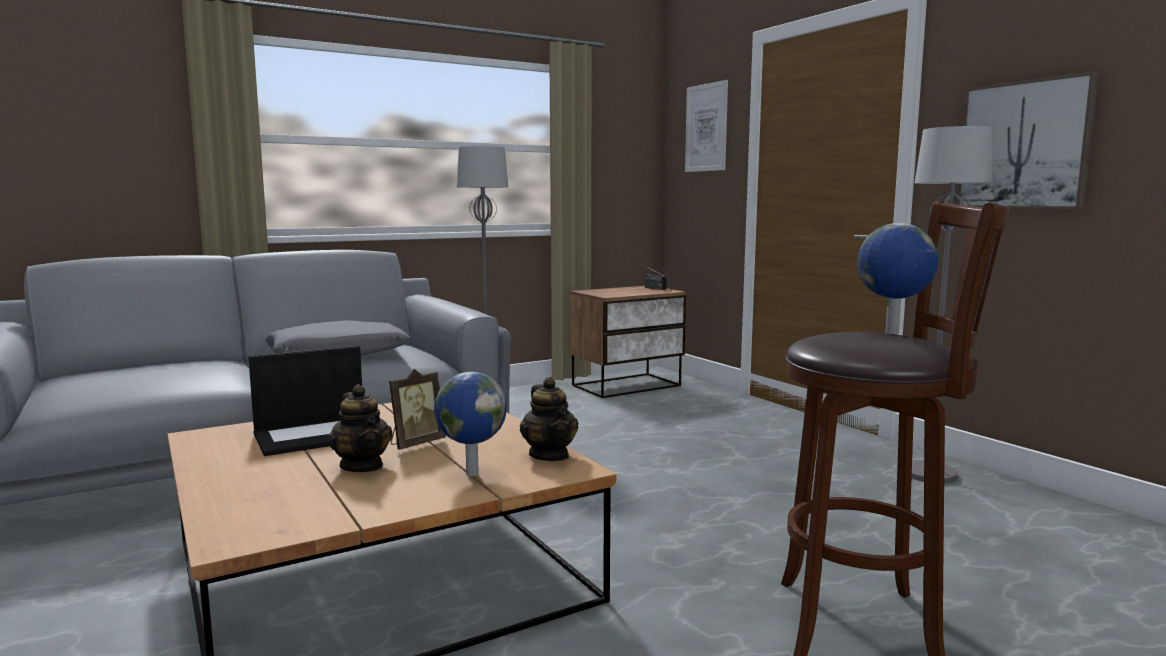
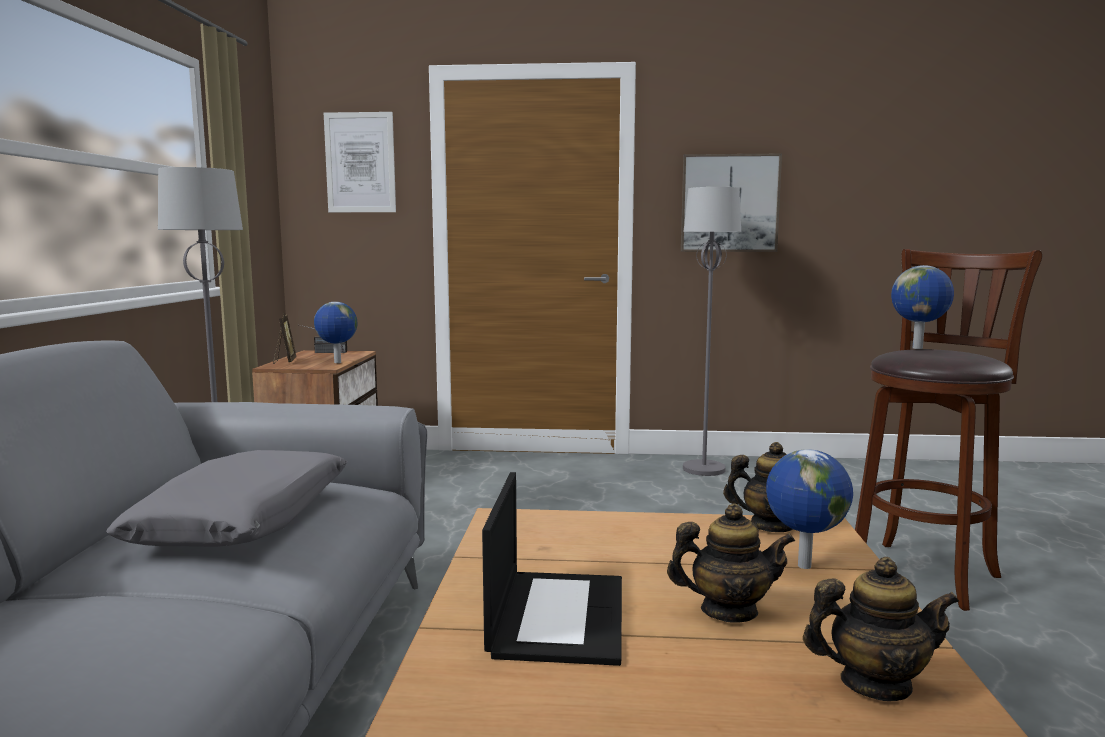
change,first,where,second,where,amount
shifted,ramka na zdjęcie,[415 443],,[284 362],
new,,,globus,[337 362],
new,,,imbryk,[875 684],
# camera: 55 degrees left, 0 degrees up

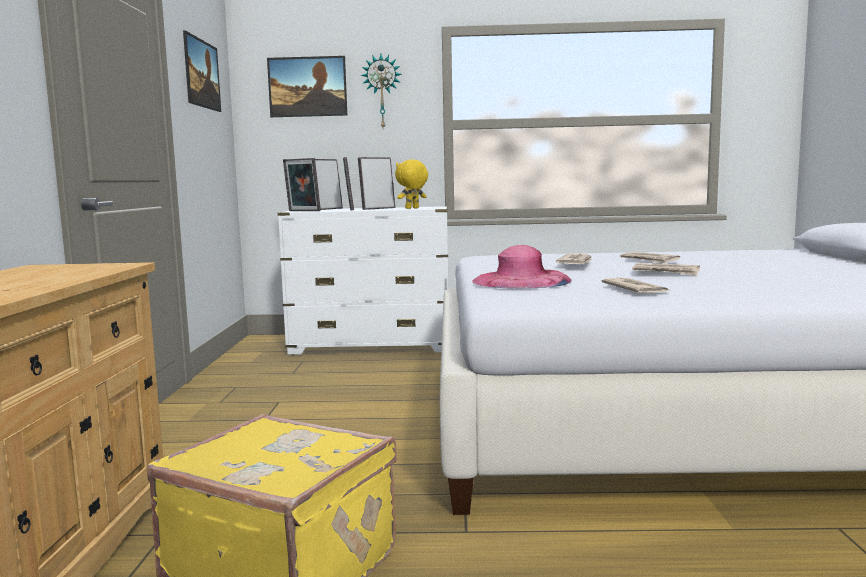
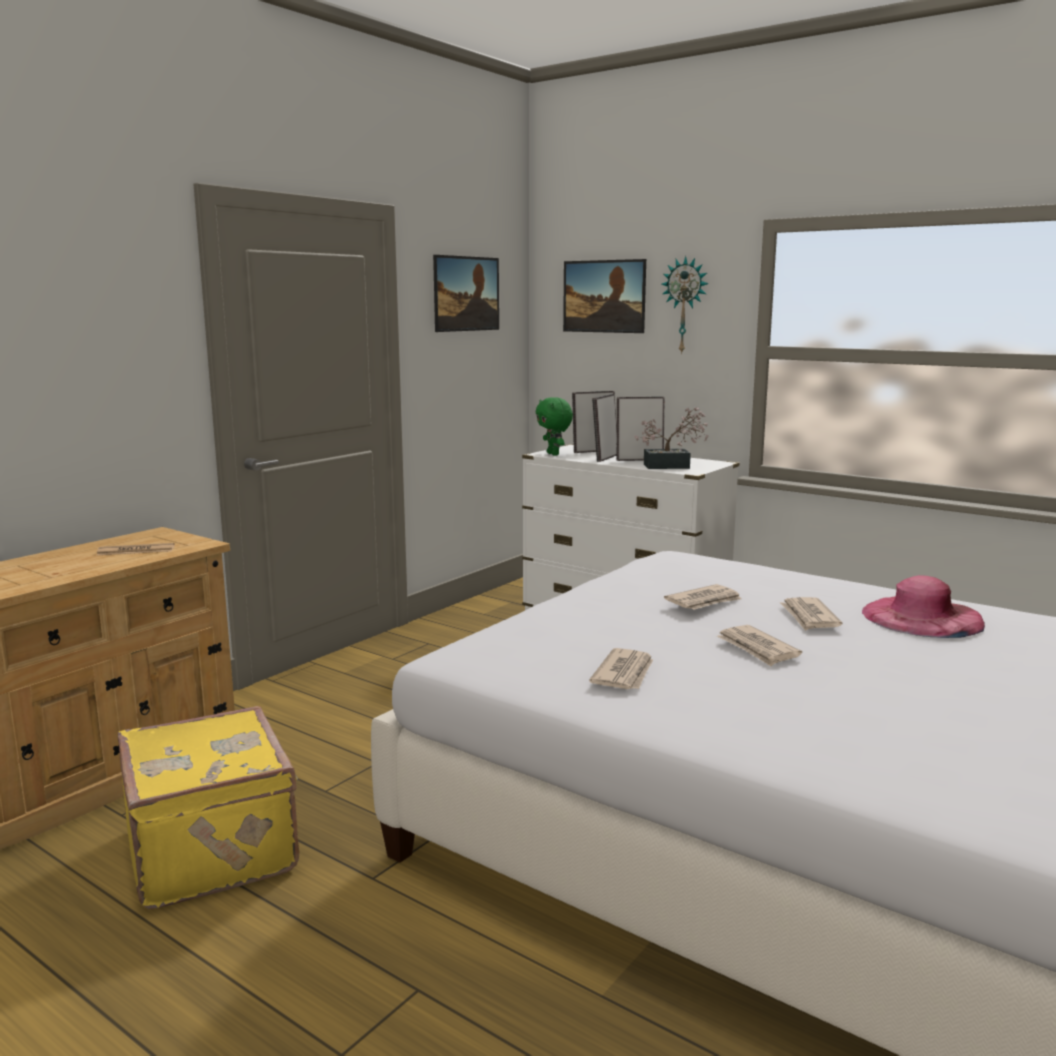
change,first,where,second,where,amount
swapped,ramka na zdjęcie,[303 211],pluszak [zielony],[554 454],
swapped,pluszak [żółty],[412 208],roślina doniczkowa,[672 466],
shifted,kapelusz [różowy],[521 280],,[922 617],
new,,,gazeta,[136 550],
# camera: 35 degrees right, 5 degrees up

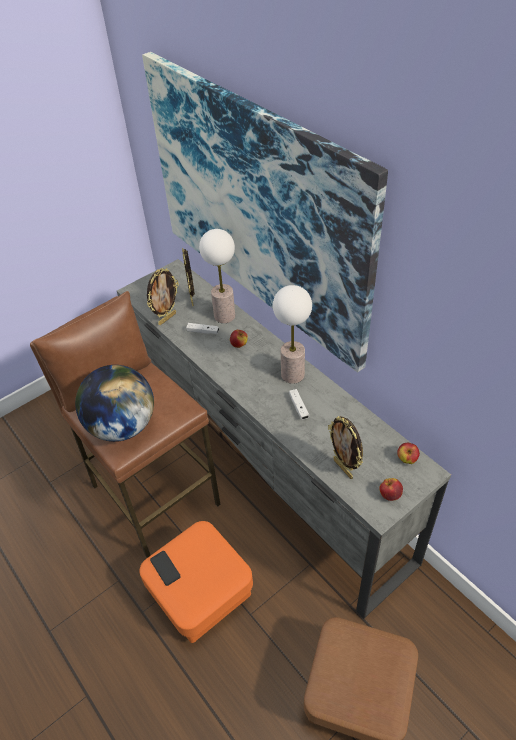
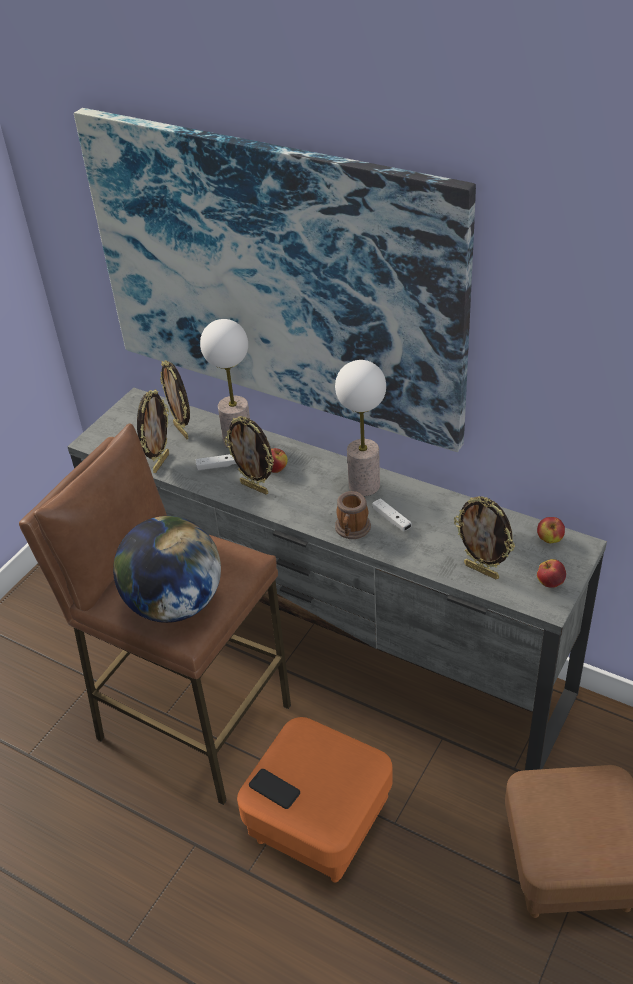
change,first,where,second,where,amount
new,,,ramka na zdjęcie,[255 487],
new,,,kubek,[352 530],
# camera: 20 degrees left, 5 degrees down

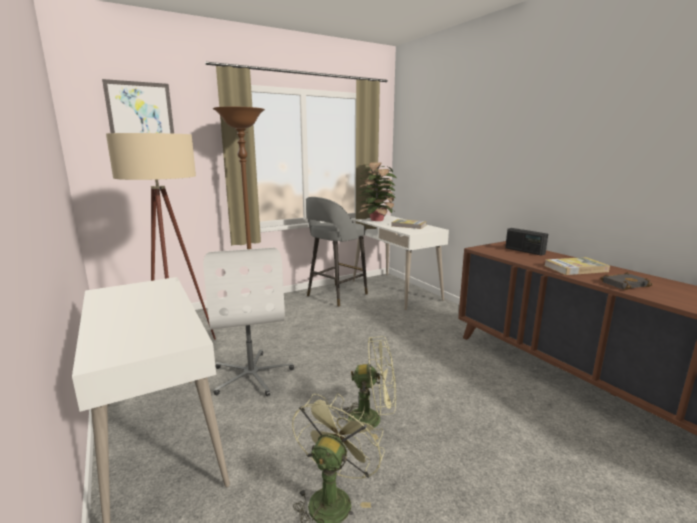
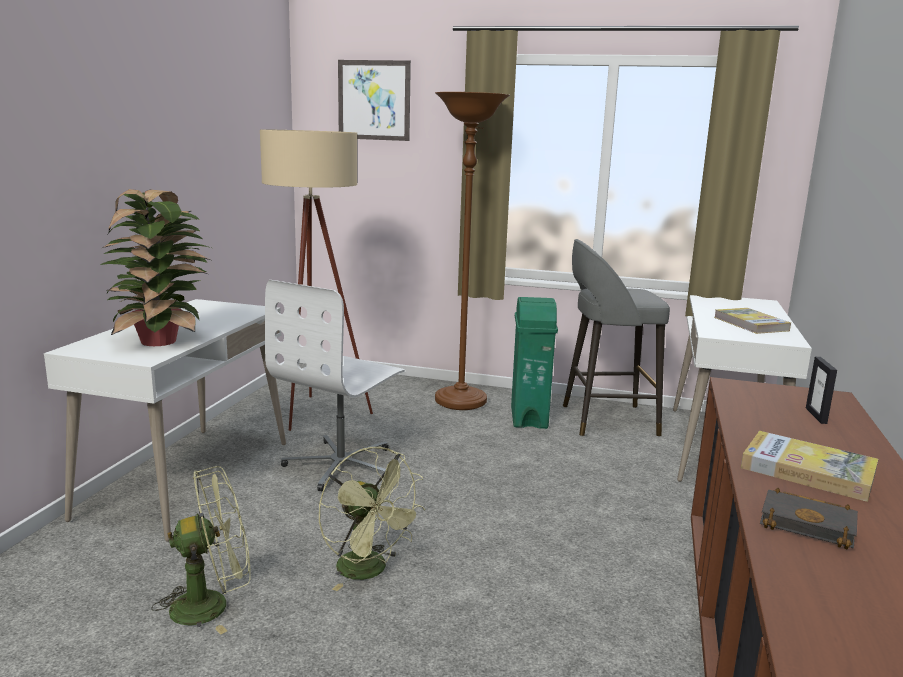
change,first,where,second,where,amount
shifted,roślina doniczkowa,[376 219],,[162 340],
swapped,radio,[524 251],ramka na zdjęcie,[816 415],
new,,,kosz na śmieci [zielony],[529 417],
# camera: 45 degrees right, 0 degrees up

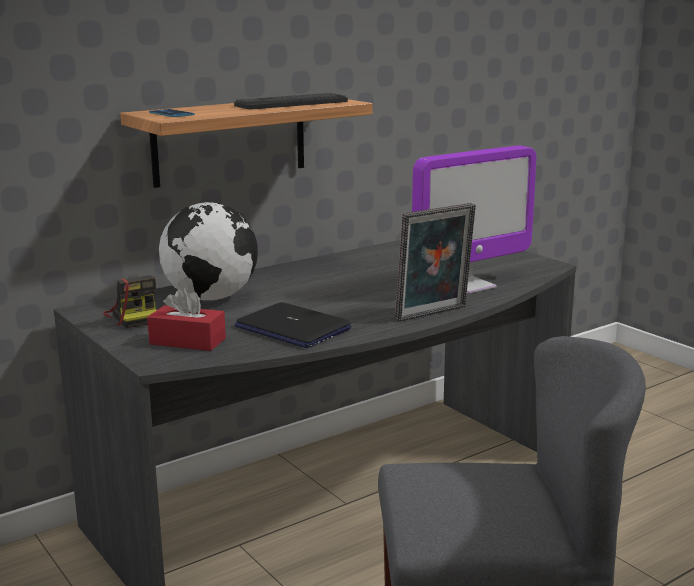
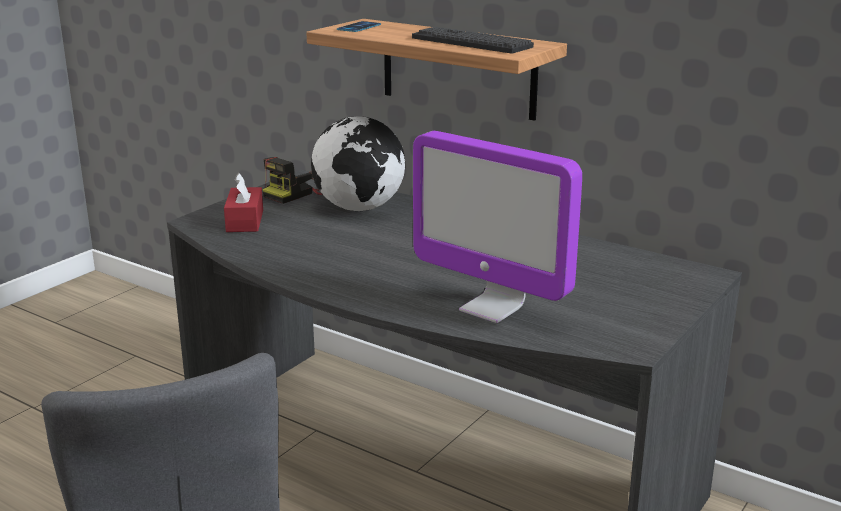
change,first,where,second,where,amount
gone,ramka na zdjęcie,[434 314],,,
gone,laptop,[292 328],,,
# camera: 70 degrees right, 5 degrees up

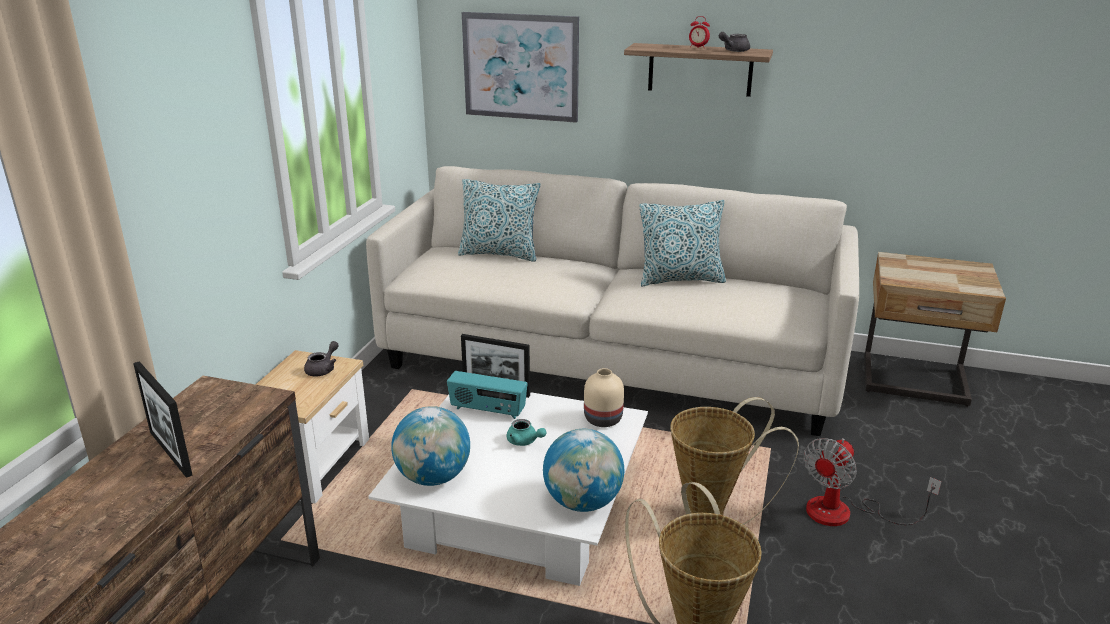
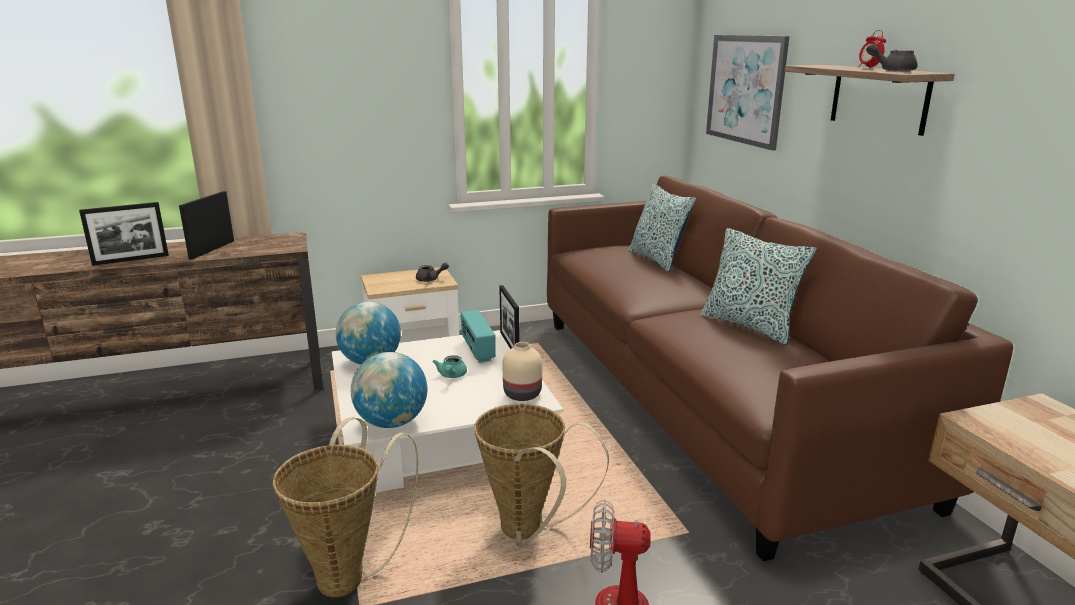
change,first,where,second,where,amount
repainted,kanapa [biały],[610 360],kanapa [brązowy],[705 398],
new,,,ramka na zdjęcie,[131 260],
# camera: 55 degrees right, 5 degrees down

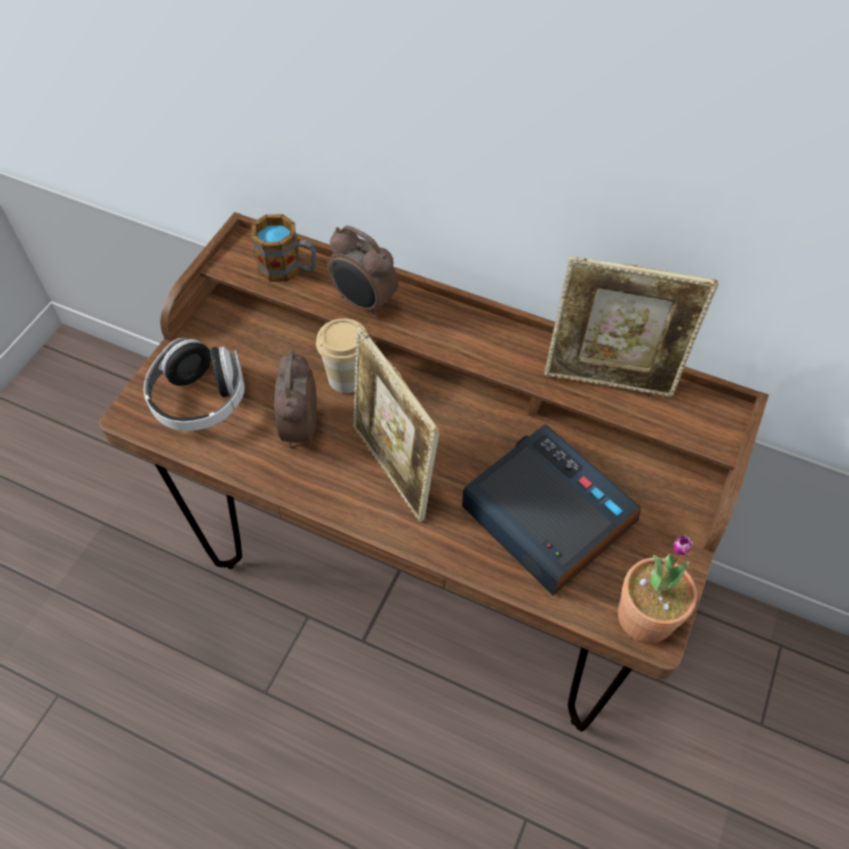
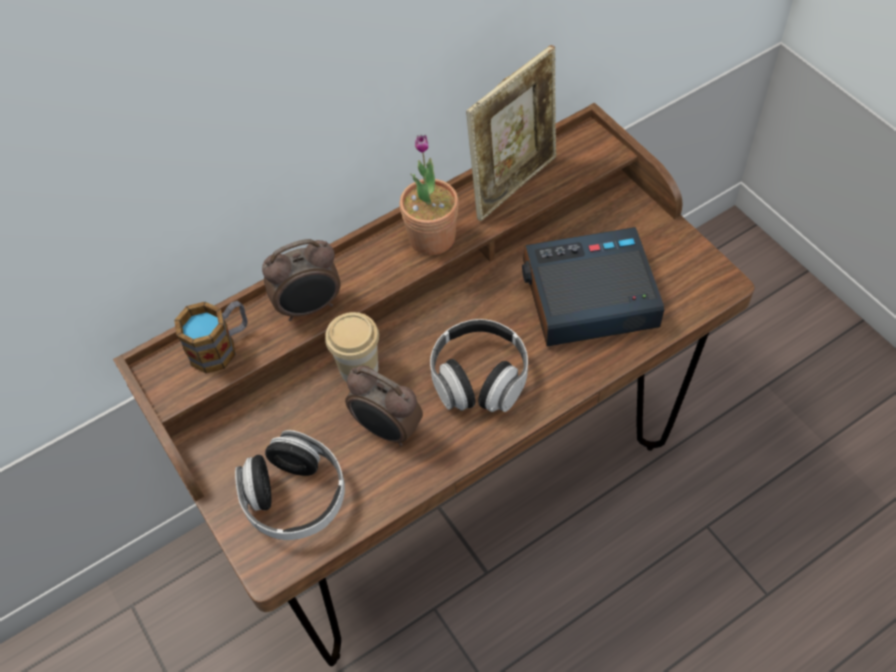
change,first,where,second,where,amount
swapped,ramka na zdjęcie,[393 470],słuchawki,[479 378],
shifted,roślina doniczkowa,[645 617],,[432 237],
# camera: 55 degrees left, 0 degrees up

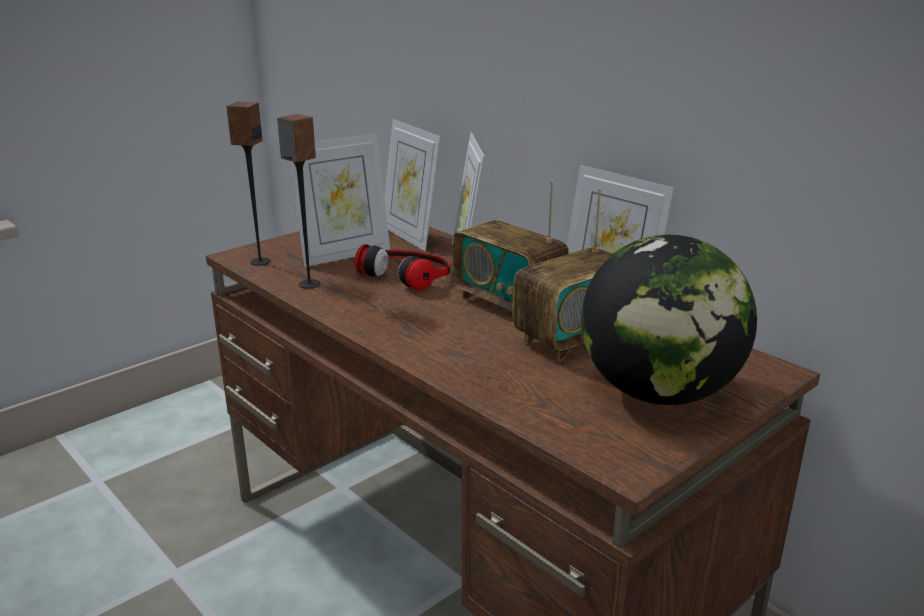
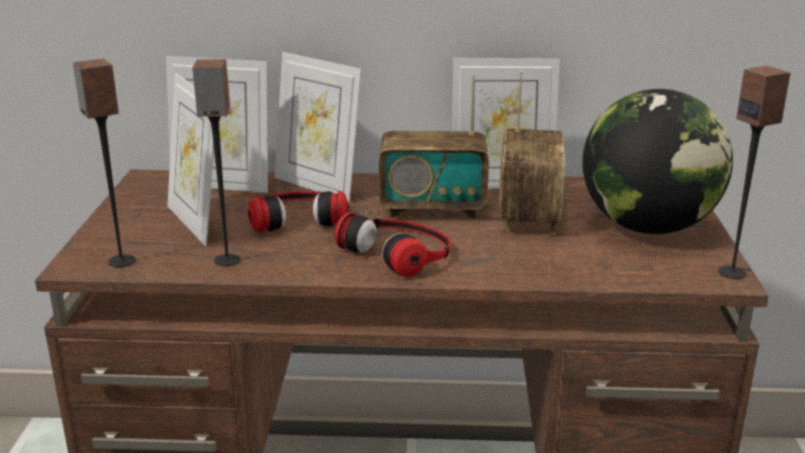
change,first,where,second,where,amount
rotated,ramka na zdjęcie,[344 255],,[197 222],135 degrees clockwise
new,,,głośnik,[732 272],
new,,,słuchawki,[400 251],
# camera: 45 degrees left, 0 degrees up

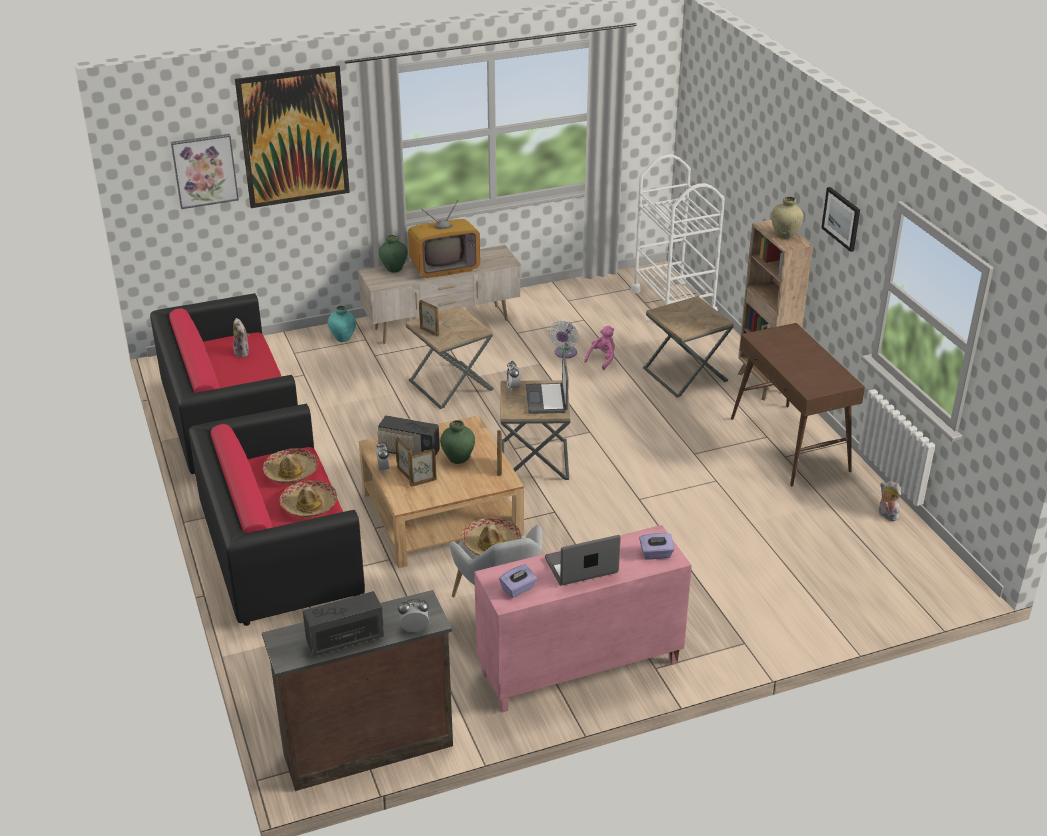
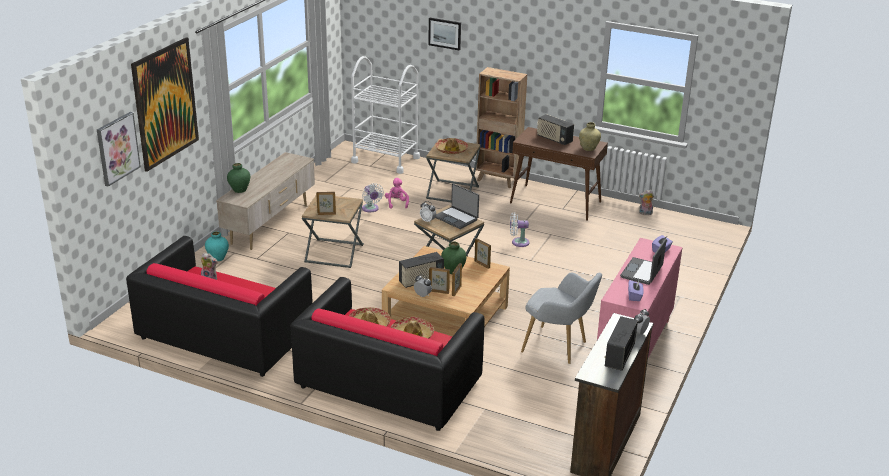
change,first,where,second,where,amount
shifted,obraz,[842 218],,[445 33],
shifted,wazon [beżowy],[785 235],,[588 149],
gone,telewizor,[444 266],,,
shifted,kapelusz,[491 544],,[451 150],
new,,,radio,[554 139],
new,,,wentylator [biały],[518 242],
# camera: 45 degrees left, 5 degrees down

